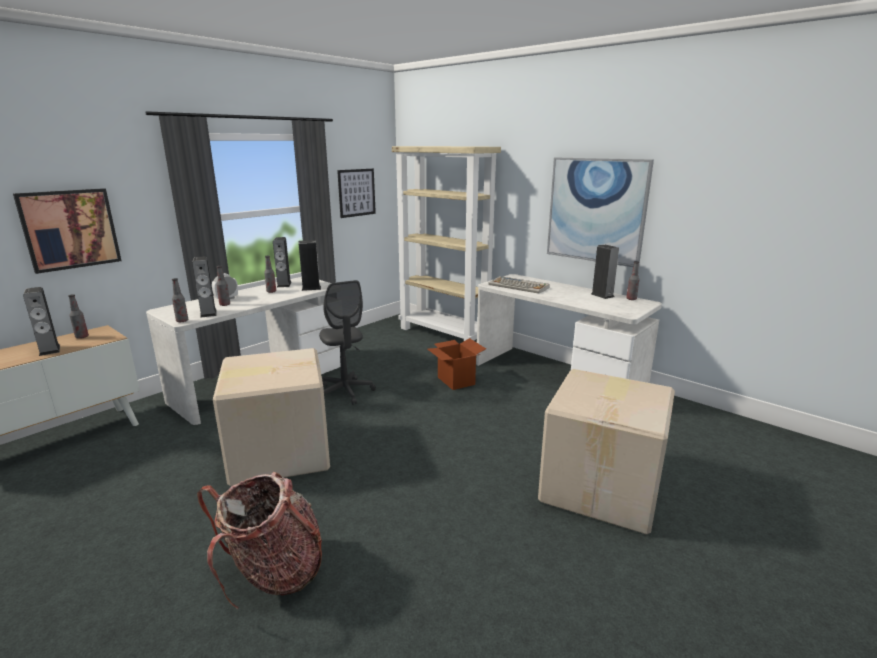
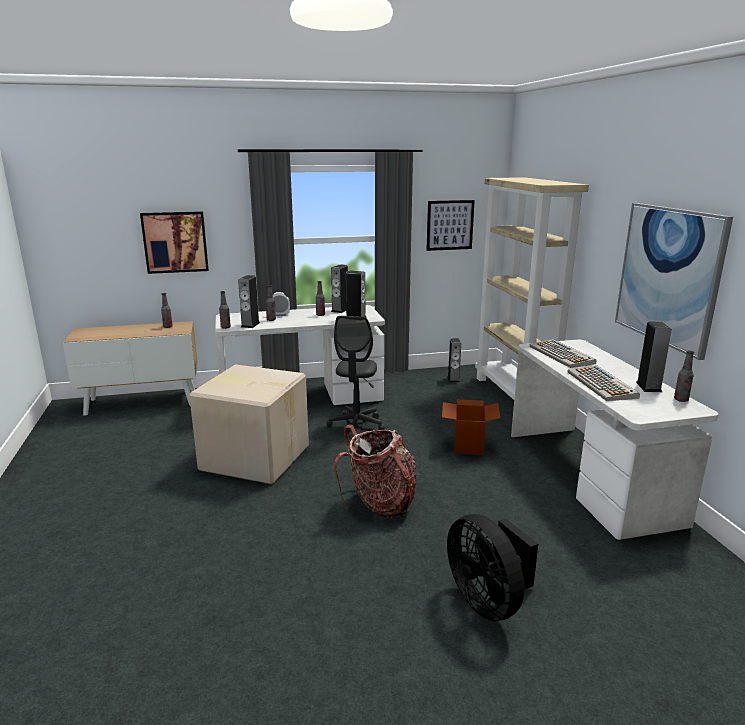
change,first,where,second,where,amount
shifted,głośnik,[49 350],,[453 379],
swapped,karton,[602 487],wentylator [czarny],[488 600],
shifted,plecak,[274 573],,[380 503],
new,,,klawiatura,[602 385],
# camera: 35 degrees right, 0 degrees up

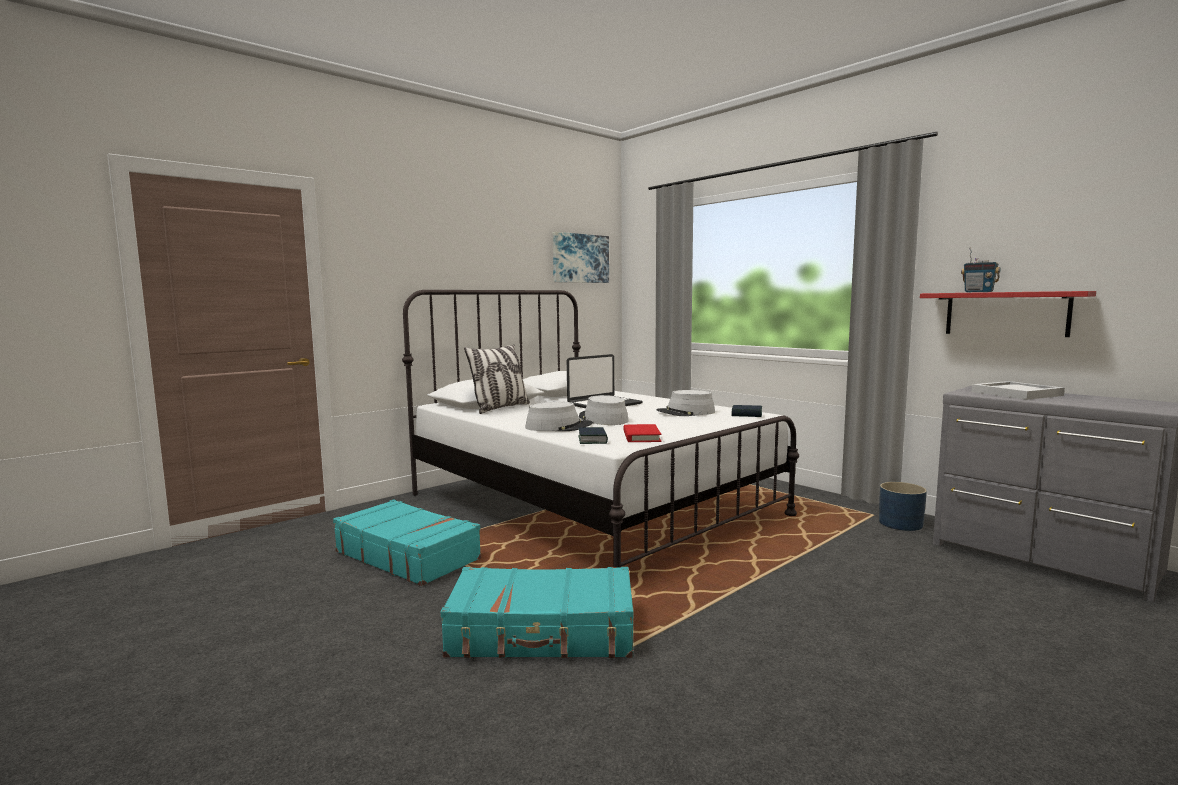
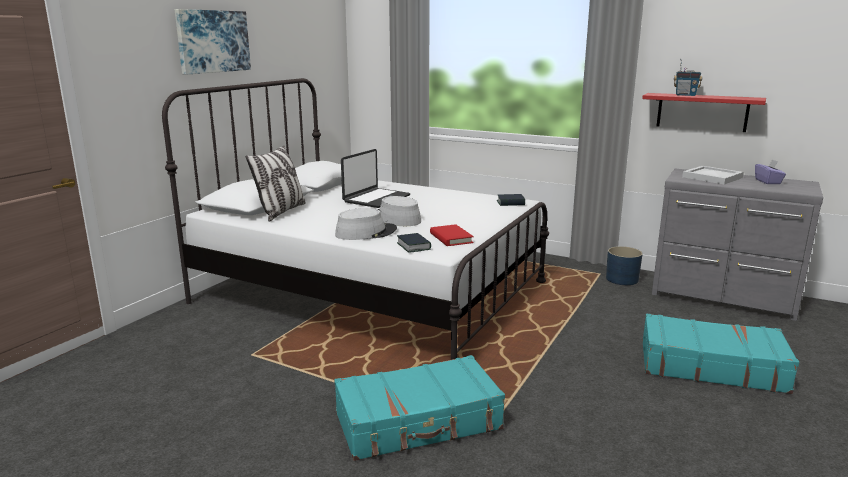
change,first,where,second,where,amount
shifted,obraz,[580 258],,[212 41],
gone,kapelusz [szary],[686 412],,,
shifted,walizka [turkusowy],[408 555],,[710 366],
new,,,pudełko chusteczek [fioletowy],[768 182],
# camera: 20 degrees left, 10 degrees up

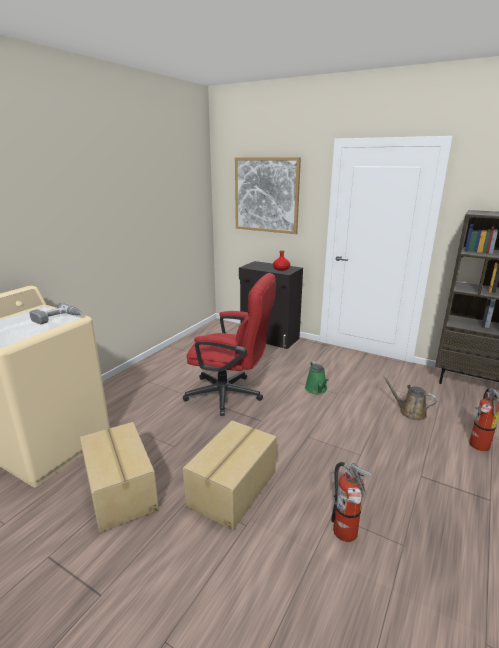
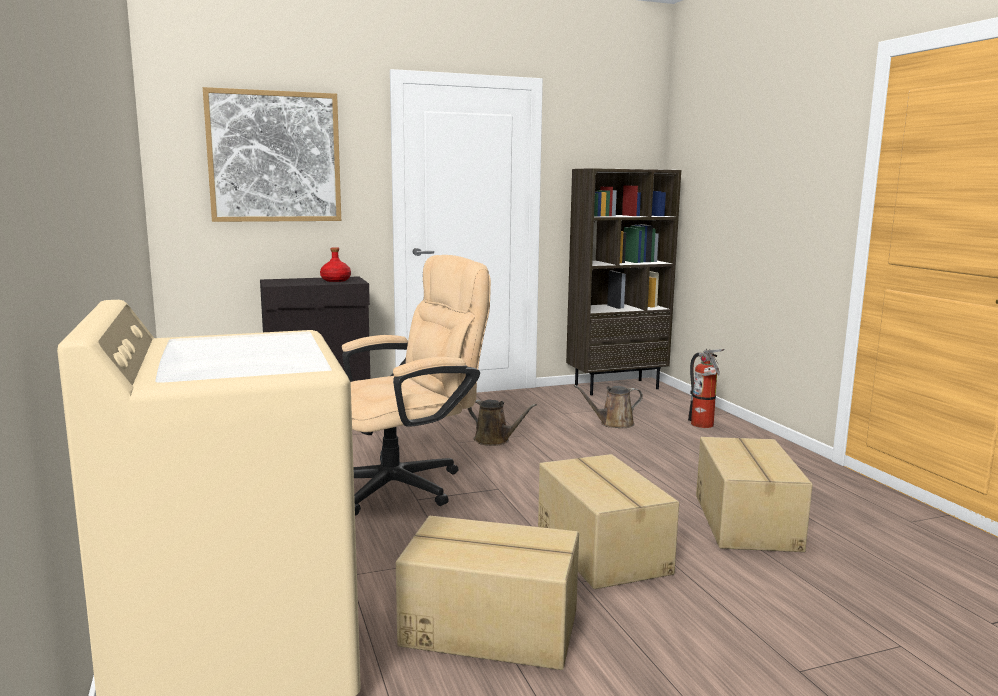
change,first,where,second,where,amount
repainted,krzesło biurowe [czerwony],[231 395],krzesło biurowe [beżowy],[406 484],
gone,wiertarka,[58 318],,,
repainted,konewka [zielony],[316 389],konewka [brązowy],[495 440],
swapped,gaśnica,[346 535],karton,[747 522],
# camera: 50 degrees left, 10 degrees down

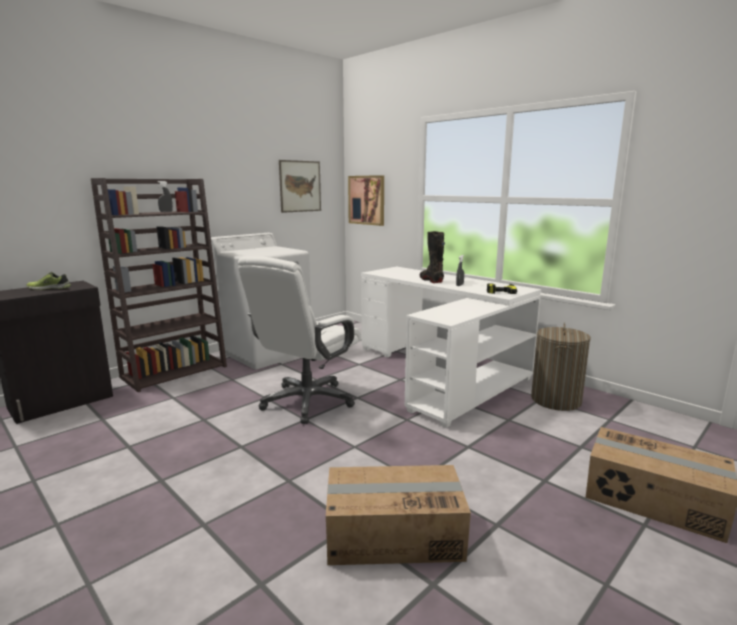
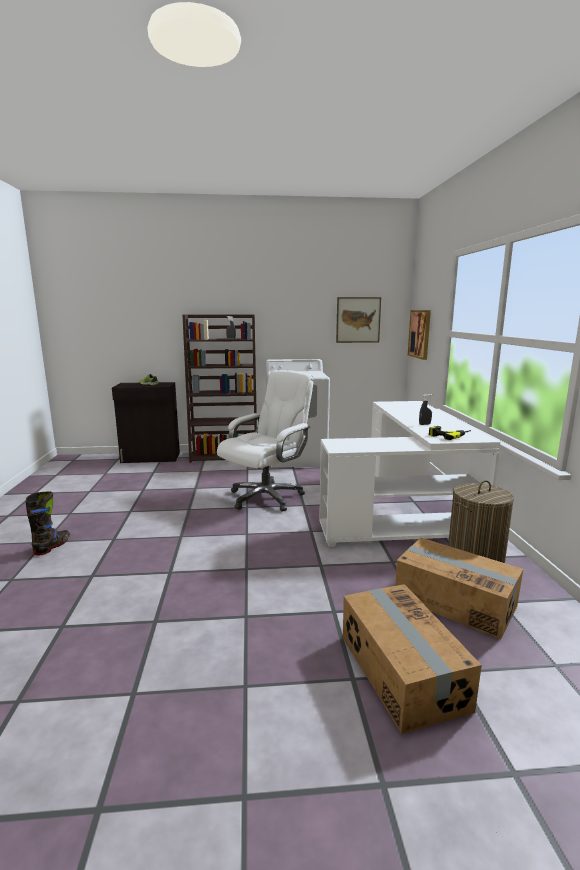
change,first,where,second,where,amount
shifted,but z cholewką [czarny],[431 280],,[52 546],
rotated,krzesło biurowe [biały],[307 402],,[266 497],150 degrees clockwise
shifted,karton,[393 533],,[455 601],
# camera: 40 degrees right, 0 degrees up

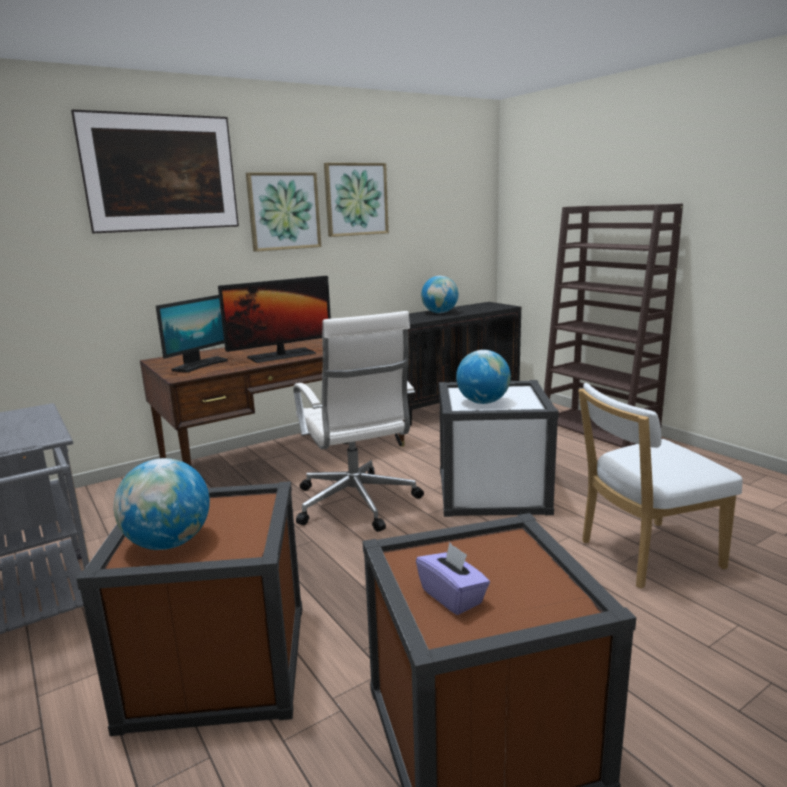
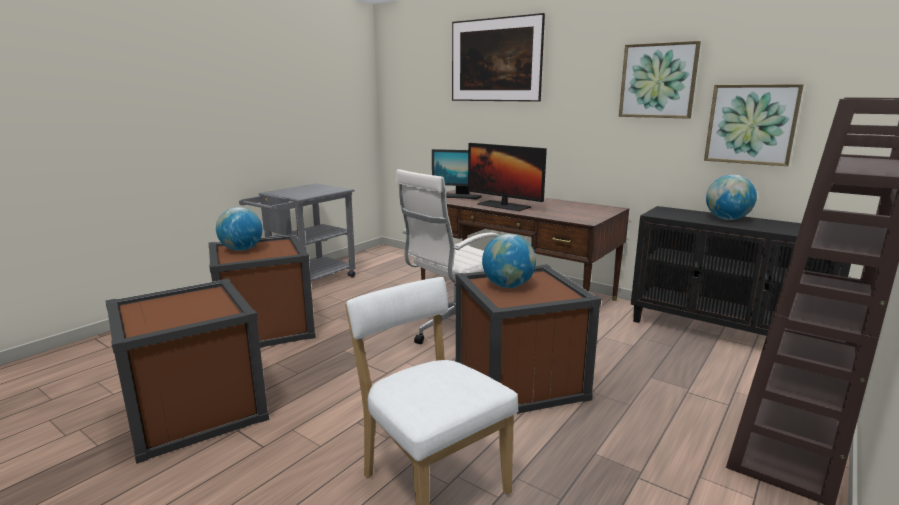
change,first,where,second,where,amount
shifted,obraz,[284 211],,[751 124],
repainted,pojemnik do przechowywania [biały],[492 491],pojemnik do przechowywania [brązowy],[519 381],
gone,pudełko chusteczek [fioletowy],[452 596],,,
# camera: 70 degrees right, 0 degrees up

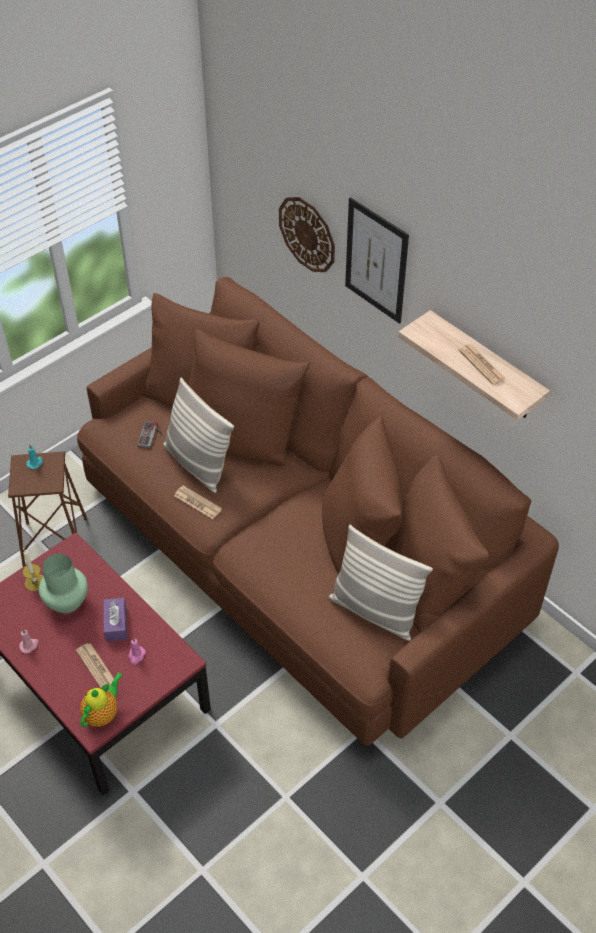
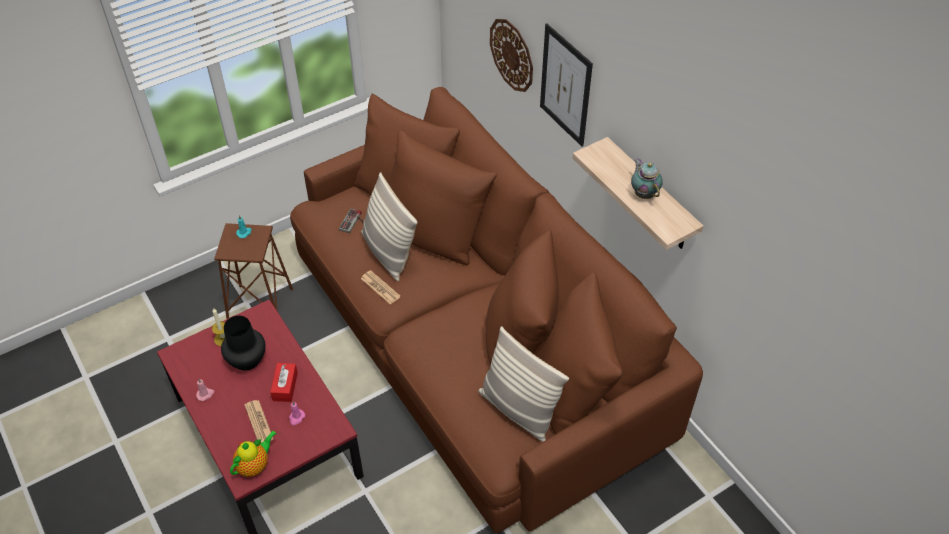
change,first,where,second,where,amount
swapped,gazeta,[482 365],imbryk,[643 193],
repainted,wazon [zielony],[66 602],wazon [czarny],[246 360],
repainted,pudełko chusteczek [fioletowy],[116 624],pudełko chusteczek [czerwony],[285 386],
# camera: 10 degrees right, 0 degrees up

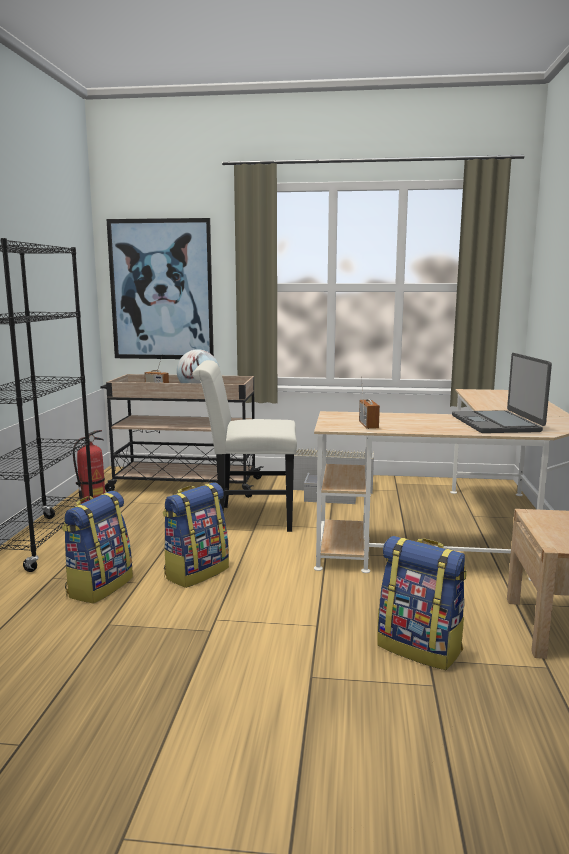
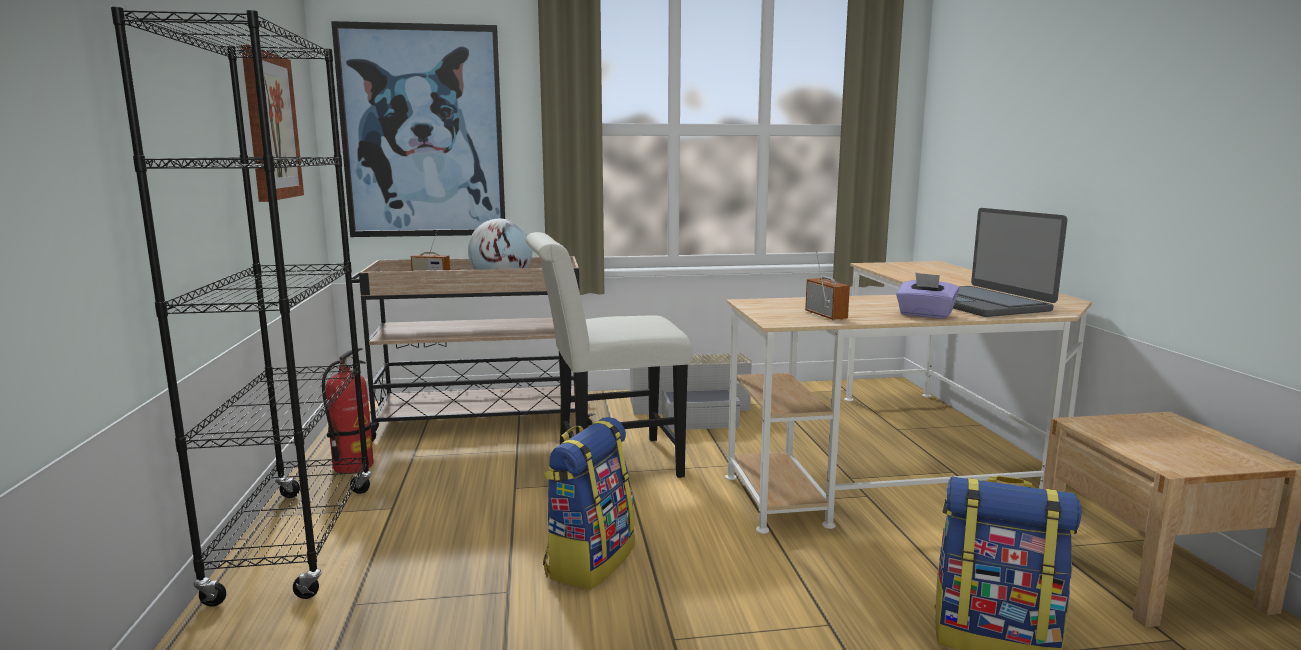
change,first,where,second,where,amount
gone,plecak,[99 586],,,
new,,,obraz,[271 127],
new,,,pudełko chusteczek [fioletowy],[925 315],
# camera: 15 degrees left, 0 degrees up

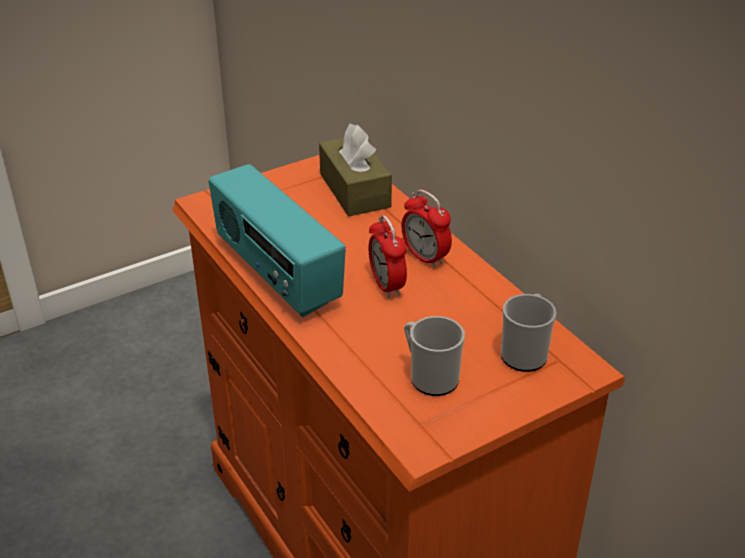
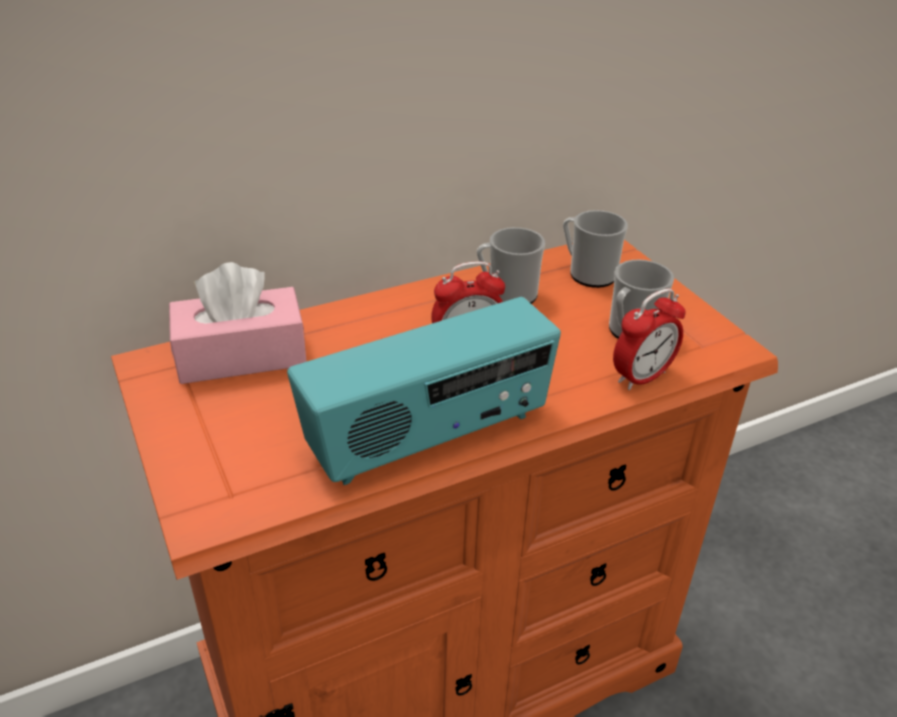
change,first,where,second,where,amount
repainted,pudełko chusteczek [brązowy],[354 190],pudełko chusteczek [różowy],[241 356],
shifted,budzik,[425 257],,[642 377],
new,,,kubek,[507 295],
# camera: 85 degrees left, 0 degrees up

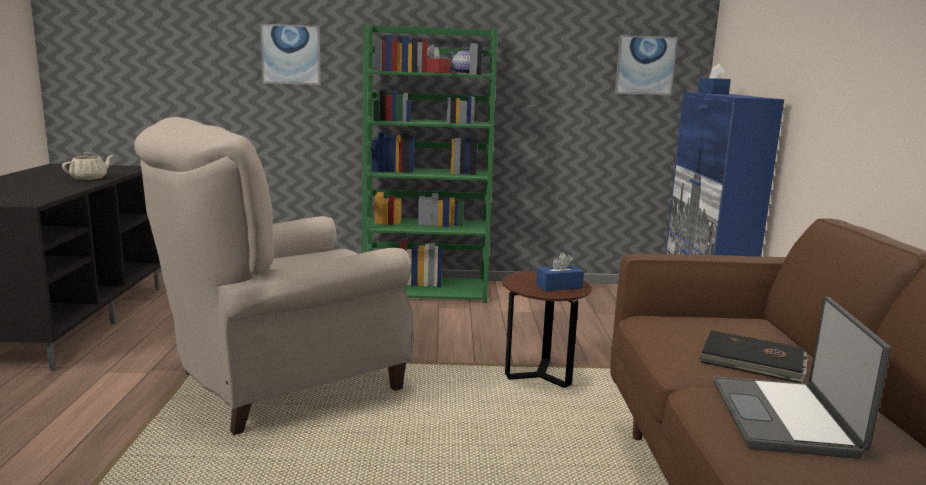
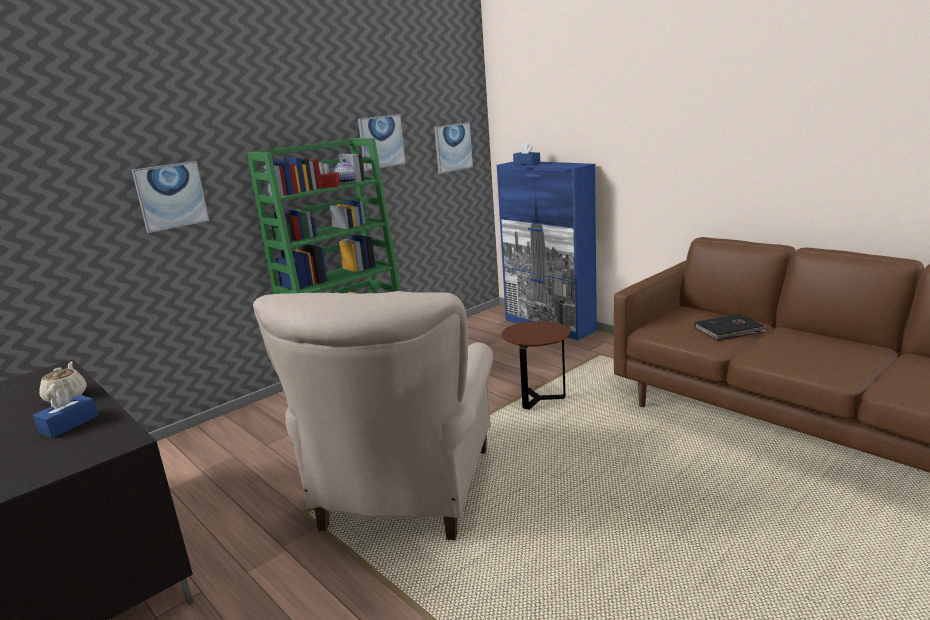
change,first,where,second,where,amount
shifted,pudełko chusteczek [niebieski],[559 286],,[69 424],
gone,laptop,[786 418],,,
new,,,obraz,[381 142],
# camera: 40 degrees left, 5 degrees up

